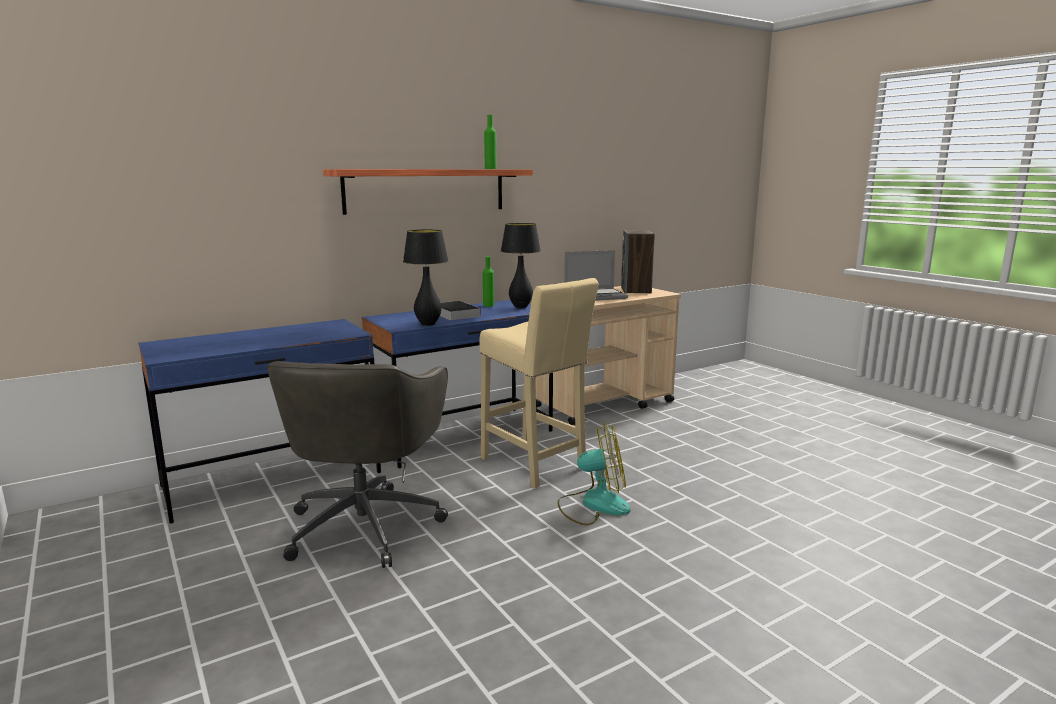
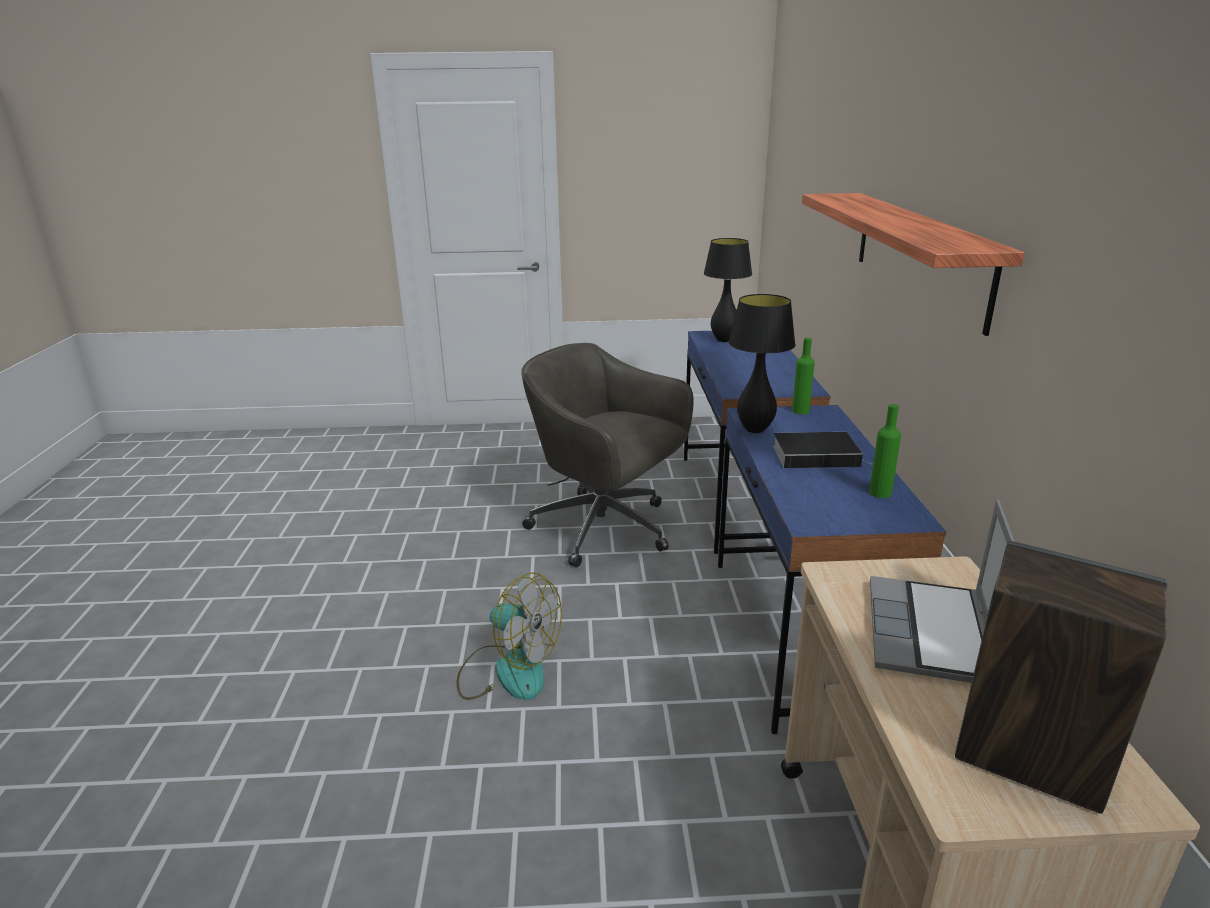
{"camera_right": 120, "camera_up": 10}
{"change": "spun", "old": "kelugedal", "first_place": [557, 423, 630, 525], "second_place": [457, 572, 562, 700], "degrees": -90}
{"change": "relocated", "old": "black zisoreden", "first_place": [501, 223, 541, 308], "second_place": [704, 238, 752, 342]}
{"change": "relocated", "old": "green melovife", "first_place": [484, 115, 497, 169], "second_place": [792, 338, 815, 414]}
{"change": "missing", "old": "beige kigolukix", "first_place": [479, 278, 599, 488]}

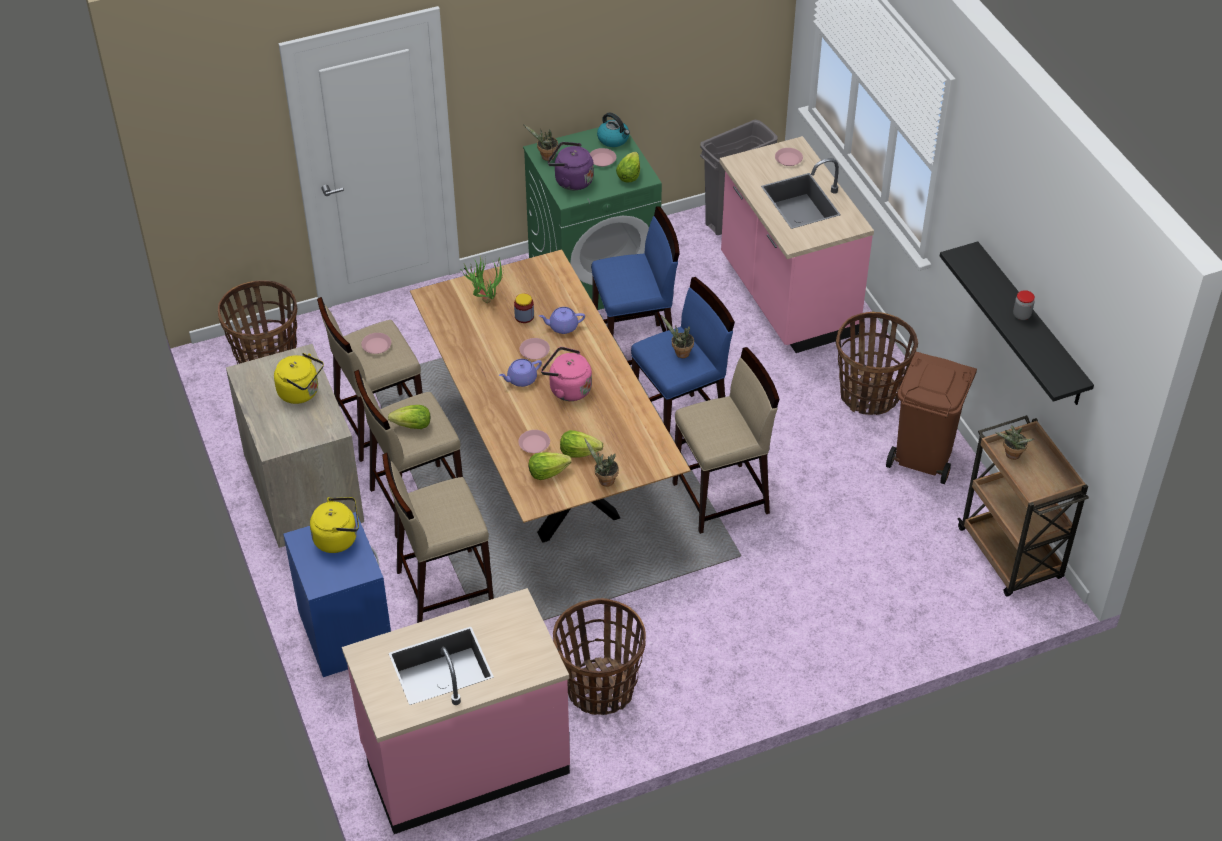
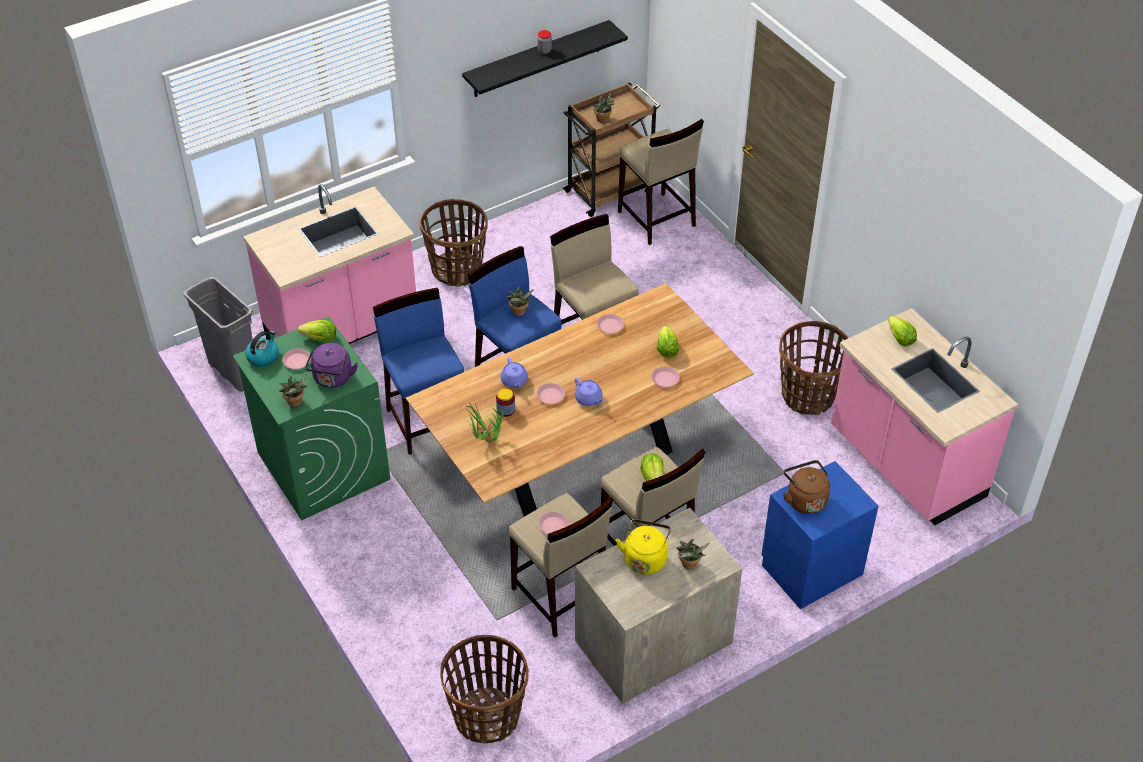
{"camera_right": -100, "camera_up": 0}
{"change": "relocated", "old": "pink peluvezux", "first_place": [775, 148, 803, 166], "second_place": [597, 314, 624, 333]}
{"change": "relocated", "old": "beige kigolukix", "first_place": [382, 453, 494, 623], "second_place": [618, 119, 704, 245]}
{"change": "relocated", "old": "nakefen", "first_place": [585, 439, 619, 487], "second_place": [676, 539, 709, 569]}
{"change": "colour", "old": "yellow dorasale", "new": "brown dorasale", "first_place": [310, 497, 359, 553], "second_place": [783, 460, 830, 514]}
{"change": "relocated", "old": "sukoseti", "first_place": [528, 452, 572, 480], "second_place": [888, 316, 917, 346]}
{"change": "missing", "old": "pink dorasale", "first_place": [541, 347, 592, 401]}
{"change": "missing", "old": "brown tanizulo", "first_place": [886, 352, 977, 484]}

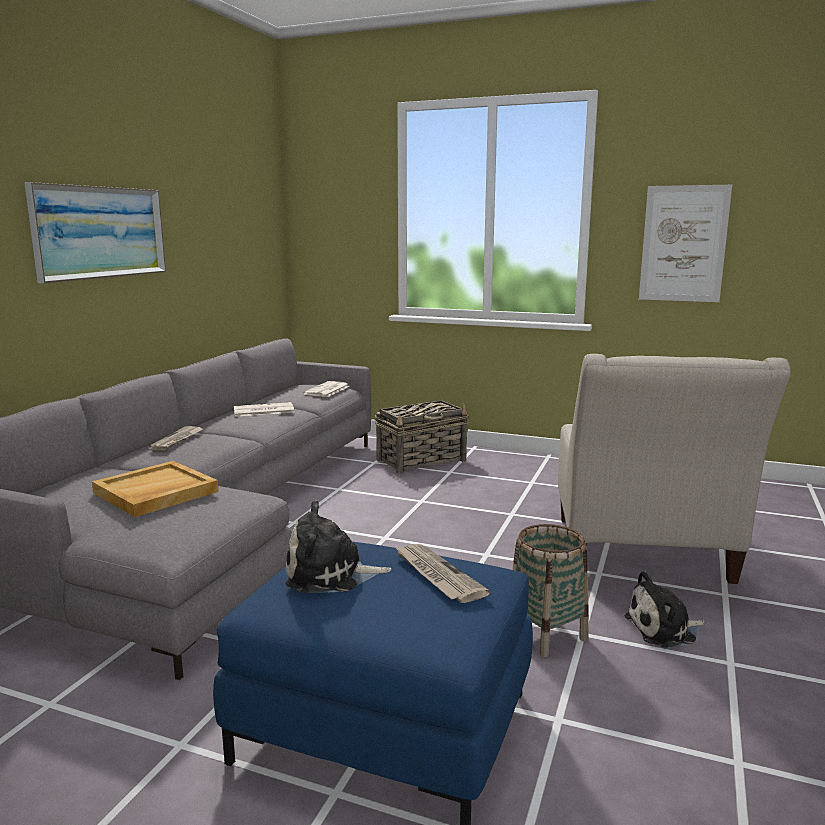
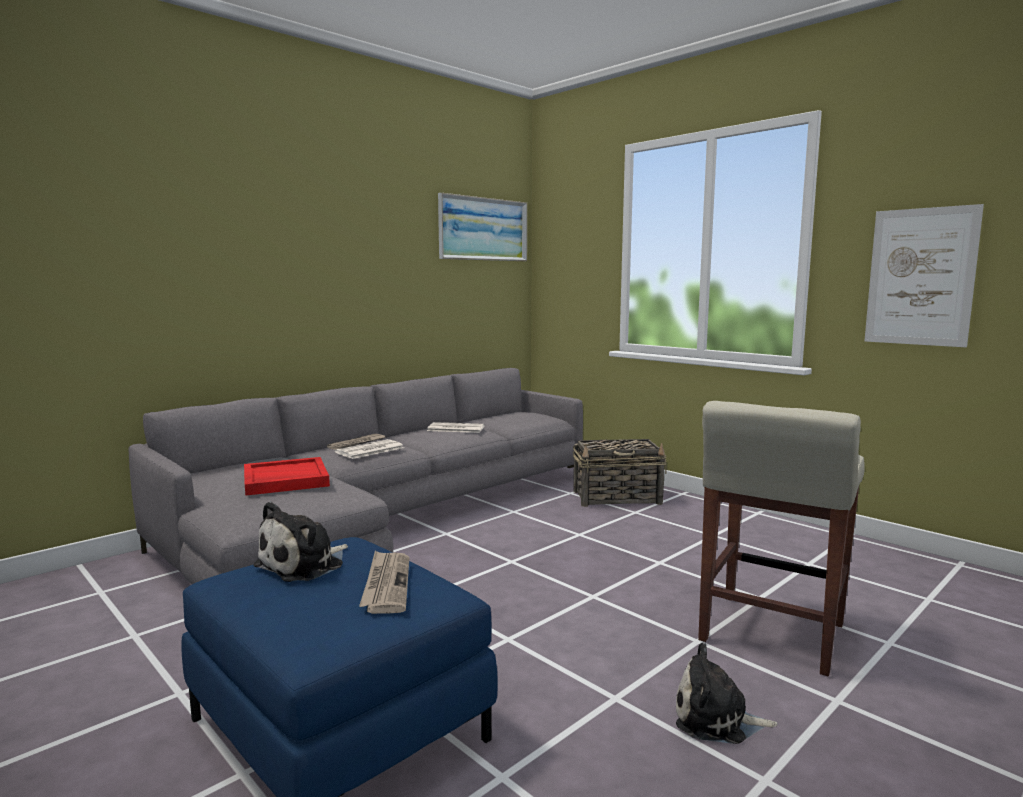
{"camera_right": 25, "camera_up": -5}
{"change": "colour", "old": "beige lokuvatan", "new": "red lokuvatan", "first_place": [92, 461, 219, 517], "second_place": [244, 457, 330, 496]}
{"change": "spun", "old": "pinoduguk", "first_place": [285, 500, 392, 593], "second_place": [253, 501, 348, 582], "degrees": -75}
{"change": "relocated", "old": "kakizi", "first_place": [303, 381, 350, 397], "second_place": [335, 439, 404, 459]}
{"change": "relocated", "old": "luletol", "first_place": [24, 182, 166, 283], "second_place": [438, 193, 527, 261]}
{"change": "exchanged", "old": "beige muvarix", "new": "beige kigolukix", "first_place": [558, 354, 790, 584], "second_place": [698, 401, 865, 676]}
{"change": "missing", "old": "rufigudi", "first_place": [512, 524, 589, 657]}

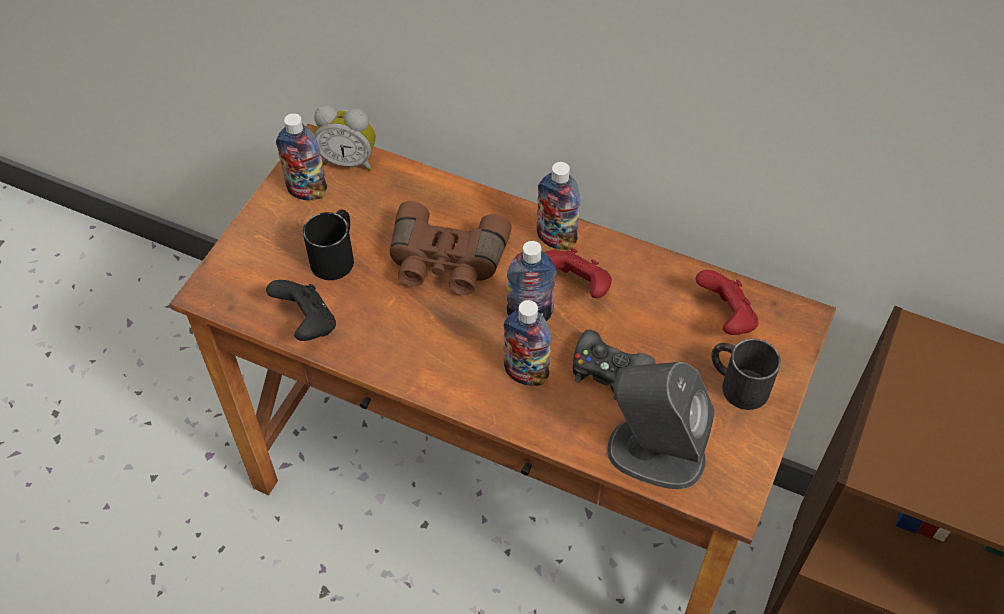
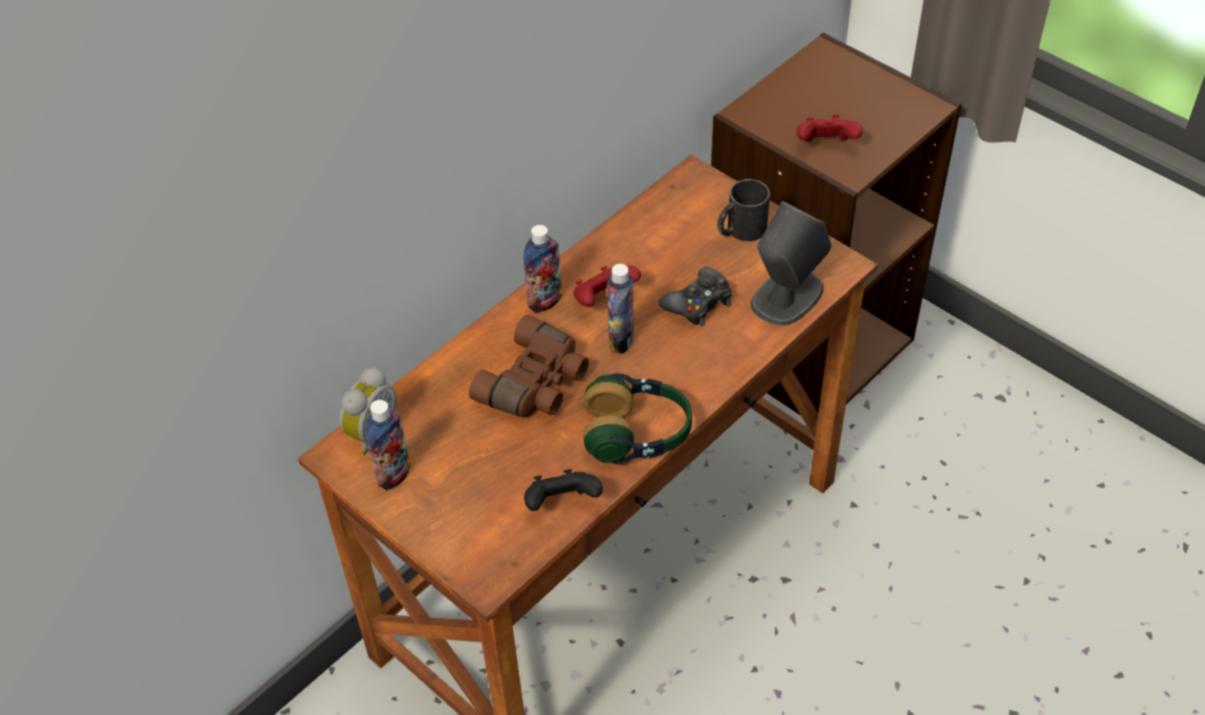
{"camera_right": -70, "camera_up": -5}
{"change": "appeared", "new": "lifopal", "second_place": [583, 373, 692, 464]}
{"change": "relocated", "old": "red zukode", "first_place": [696, 270, 758, 335], "second_place": [797, 114, 863, 142]}
{"change": "missing", "old": "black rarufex", "first_place": [303, 209, 354, 280]}
{"change": "missing", "old": "melovife", "first_place": [503, 300, 551, 386]}

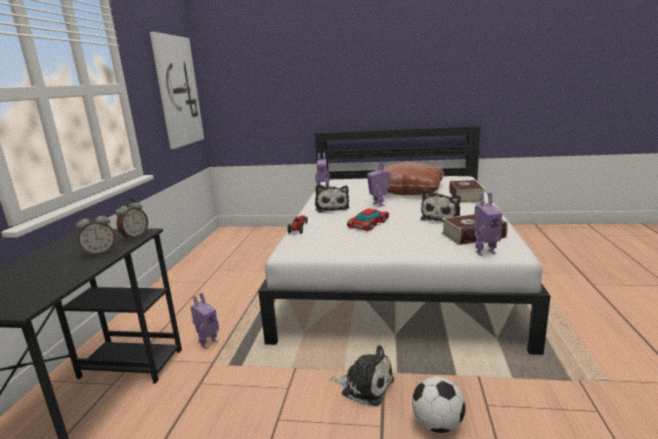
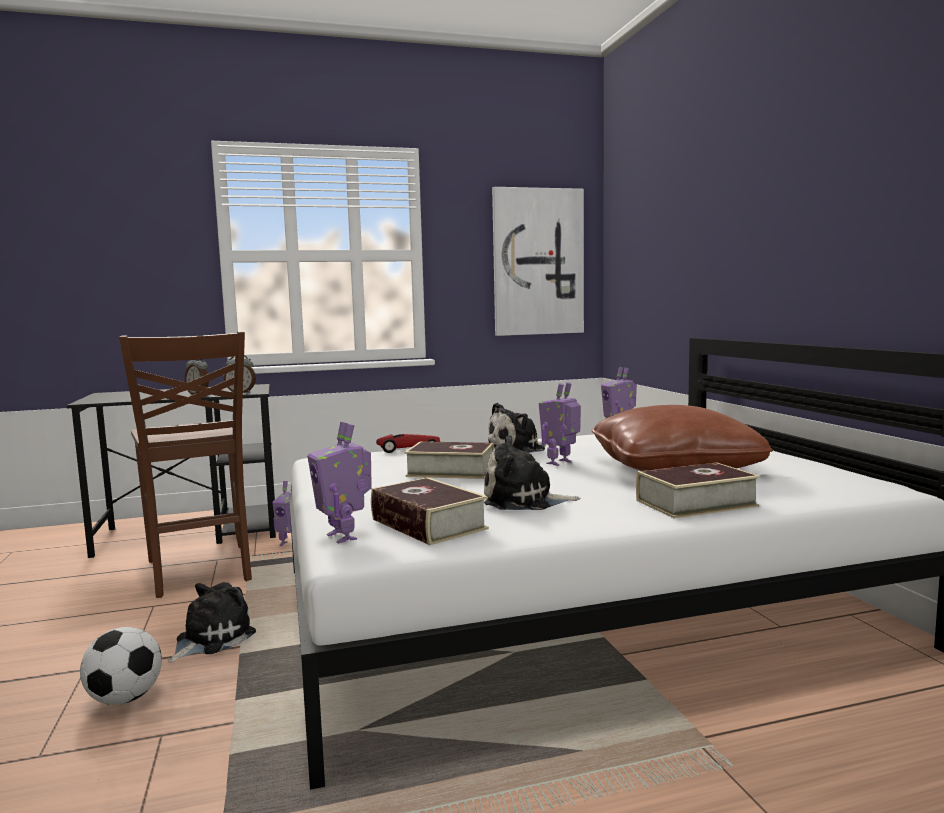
{"camera_right": 65, "camera_up": -10}
{"change": "appeared", "new": "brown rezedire", "second_place": [119, 331, 252, 598]}
{"change": "spun", "old": "pinoduguk", "first_place": [330, 345, 394, 406], "second_place": [168, 582, 256, 663], "degrees": -150}
{"change": "exchanged", "old": "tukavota", "new": "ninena", "first_place": [347, 209, 389, 231], "second_place": [405, 441, 494, 479]}

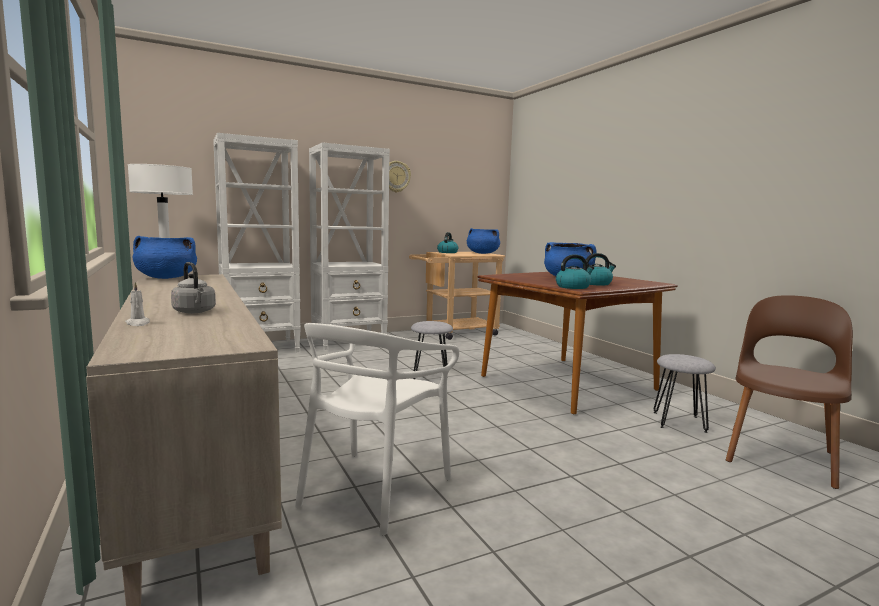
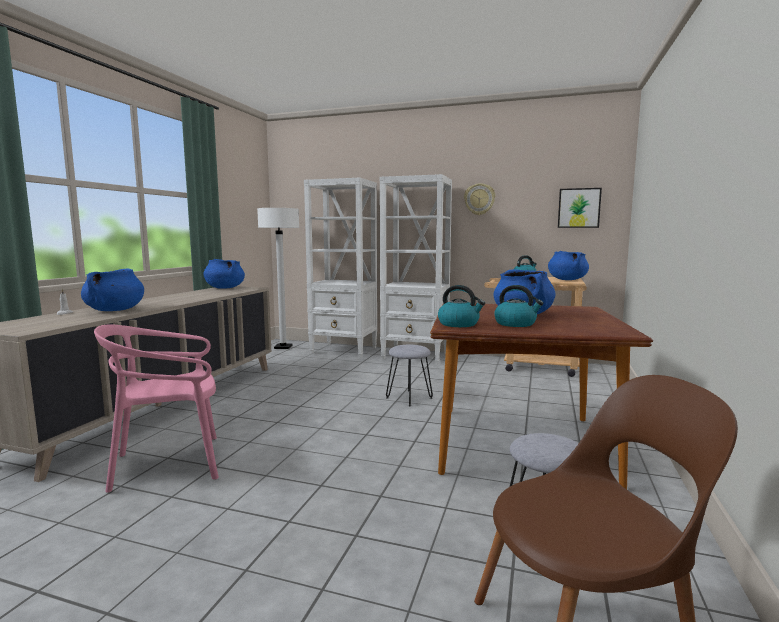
{"camera_right": 45, "camera_up": 0}
{"change": "exchanged", "old": "grey dorasale", "new": "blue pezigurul", "first_place": [171, 262, 216, 313], "second_place": [81, 268, 144, 311]}
{"change": "colour", "old": "white rezedire", "new": "pink rezedire", "first_place": [295, 323, 459, 535], "second_place": [94, 324, 219, 493]}
{"change": "appeared", "new": "luletol", "second_place": [558, 188, 602, 228]}

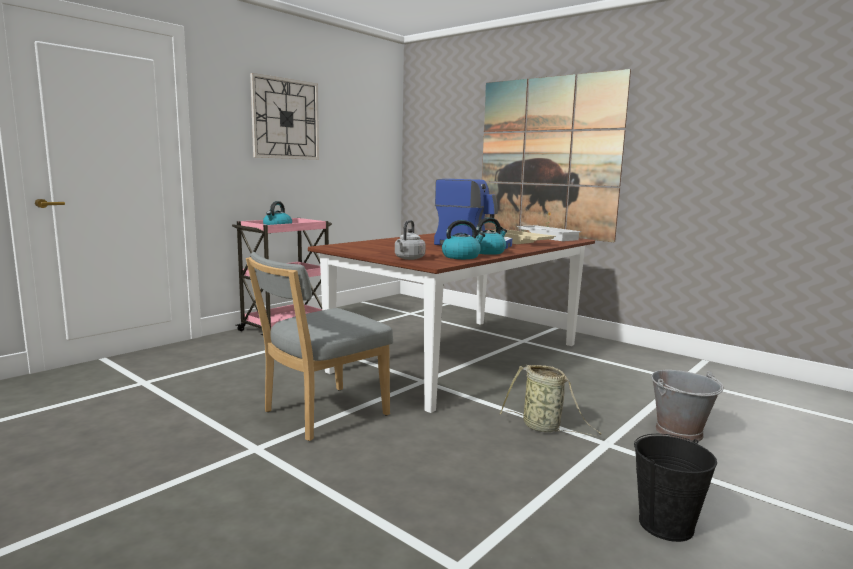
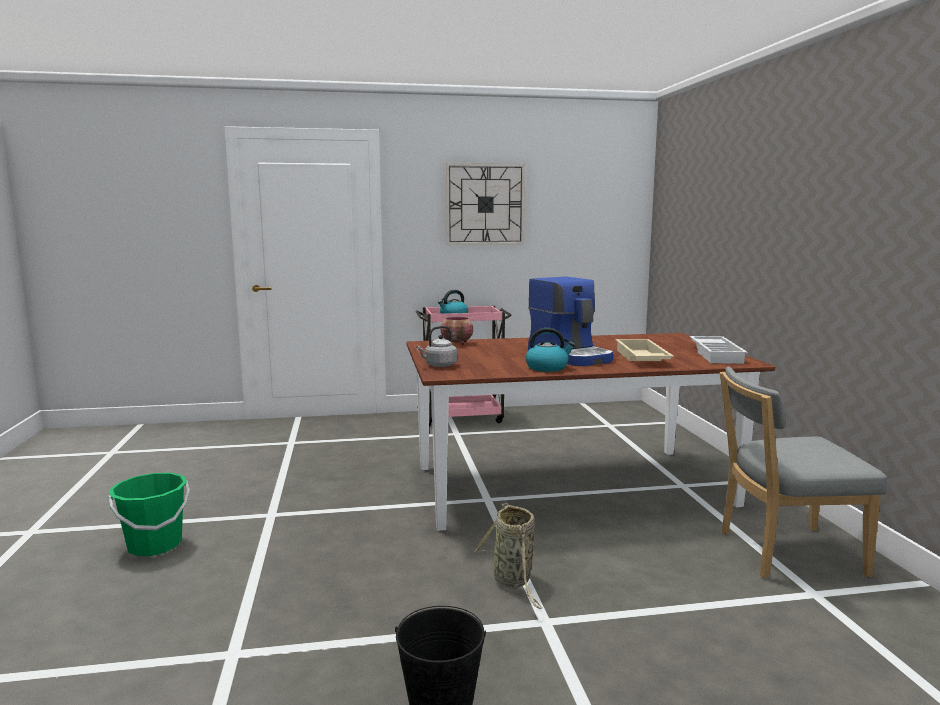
{"camera_right": 40, "camera_up": 0}
{"change": "appeared", "new": "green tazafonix", "second_place": [108, 473, 189, 556]}
{"change": "appeared", "new": "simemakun", "second_place": [440, 317, 473, 345]}
{"change": "relocated", "old": "grey rezedire", "first_place": [246, 252, 393, 441], "second_place": [720, 366, 887, 579]}
{"change": "missing", "old": "dorasale", "first_place": [442, 220, 485, 259]}
{"change": "missing", "old": "luletol", "first_place": [482, 69, 631, 242]}
{"change": "missing", "old": "grey tazafonix", "first_place": [651, 370, 724, 442]}

